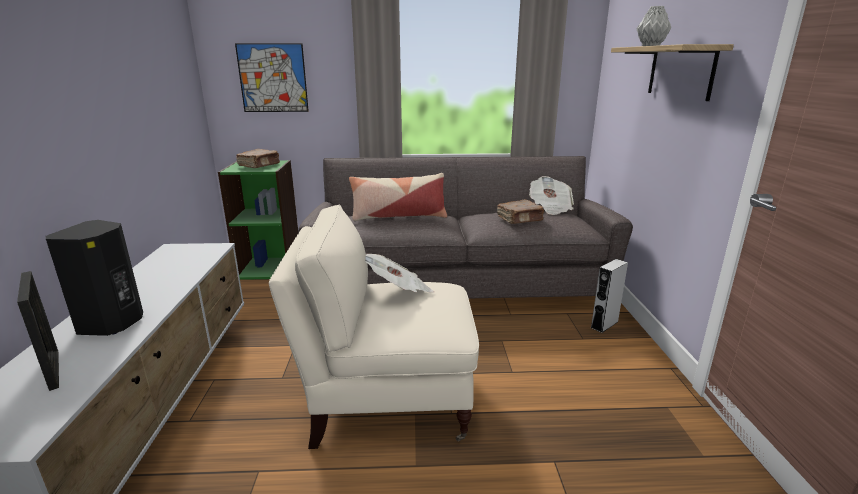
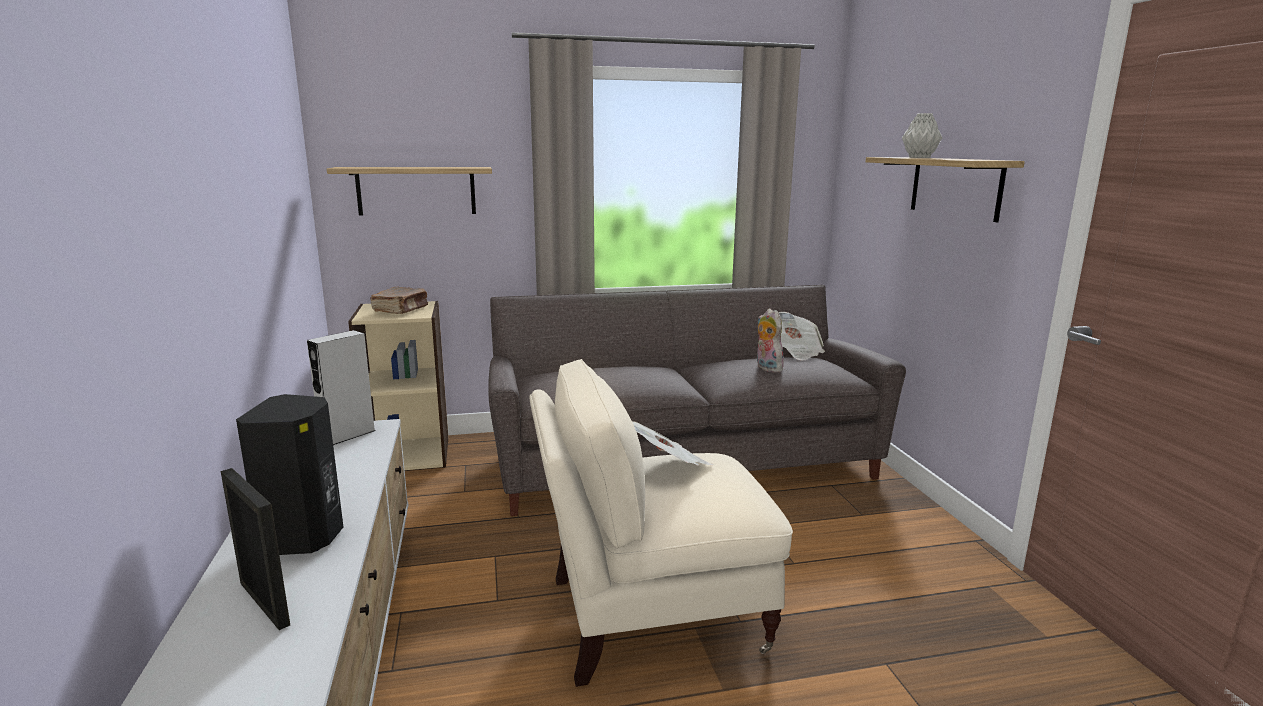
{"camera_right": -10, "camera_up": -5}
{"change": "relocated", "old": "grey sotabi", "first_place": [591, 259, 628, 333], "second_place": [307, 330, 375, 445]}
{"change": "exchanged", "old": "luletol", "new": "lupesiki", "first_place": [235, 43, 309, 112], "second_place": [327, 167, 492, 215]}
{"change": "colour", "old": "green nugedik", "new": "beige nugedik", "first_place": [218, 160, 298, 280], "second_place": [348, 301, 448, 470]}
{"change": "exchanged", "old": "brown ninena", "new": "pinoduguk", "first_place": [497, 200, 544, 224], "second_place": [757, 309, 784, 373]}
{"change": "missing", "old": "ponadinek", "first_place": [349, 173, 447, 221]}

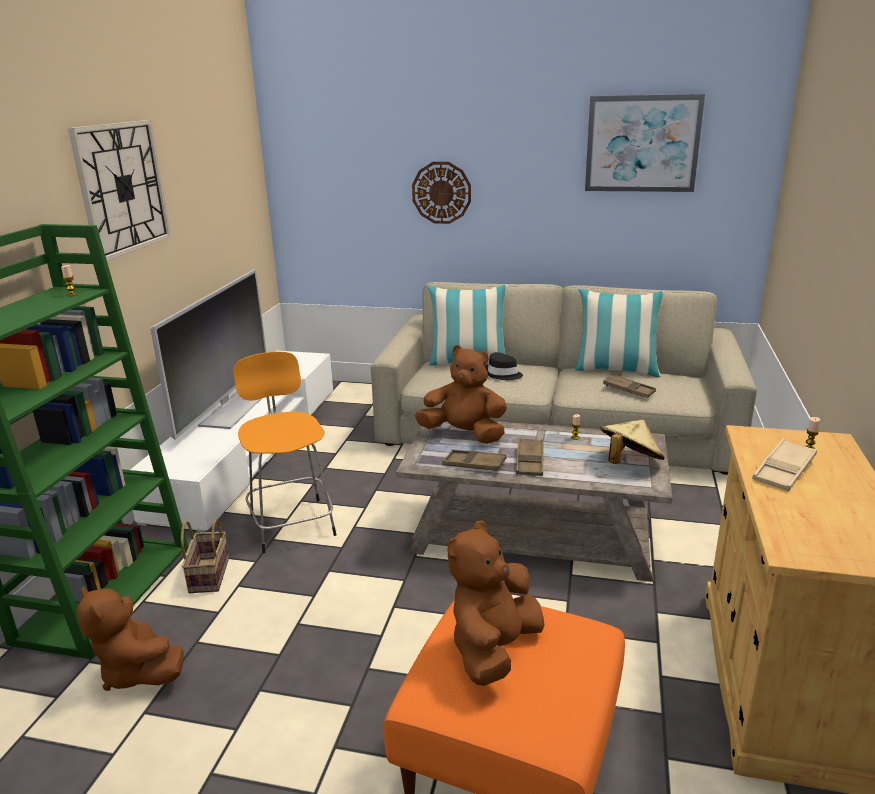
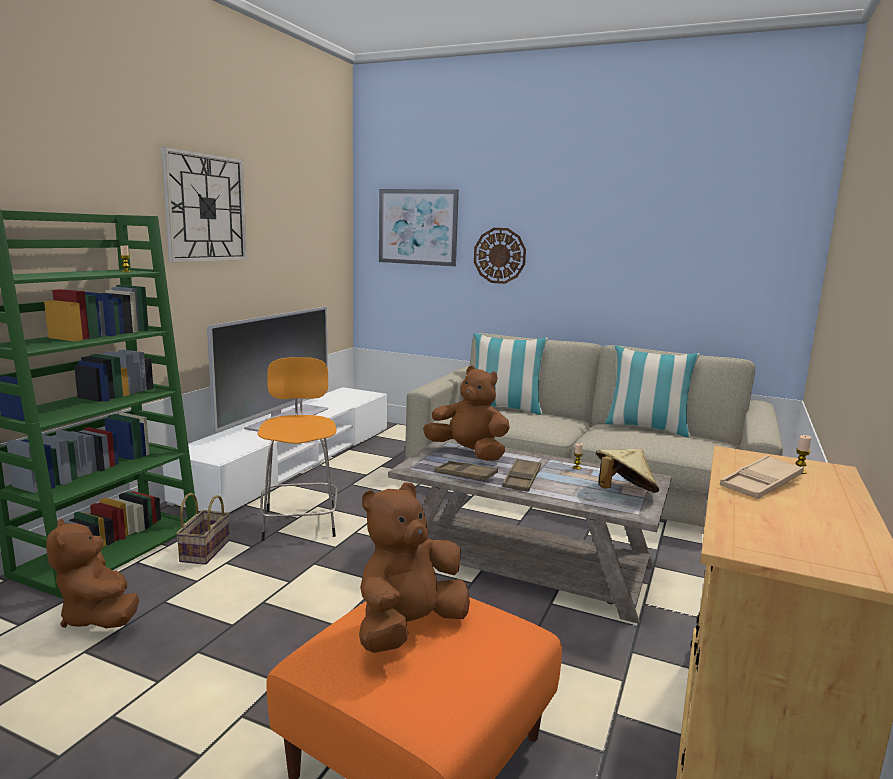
{"camera_right": 10, "camera_up": -10}
{"change": "relocated", "old": "luletol", "first_place": [585, 94, 705, 192], "second_place": [379, 189, 459, 266]}
{"change": "missing", "old": "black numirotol", "first_place": [485, 352, 523, 380]}
{"change": "missing", "old": "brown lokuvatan", "first_place": [603, 374, 656, 398]}

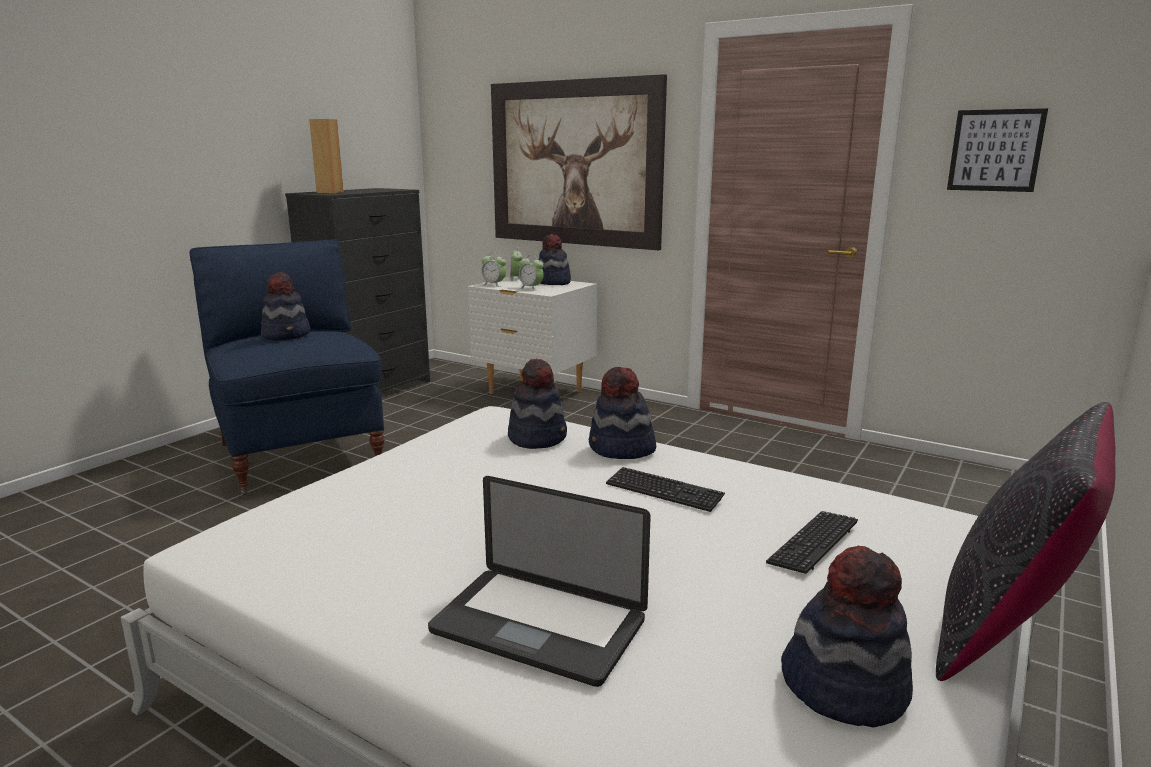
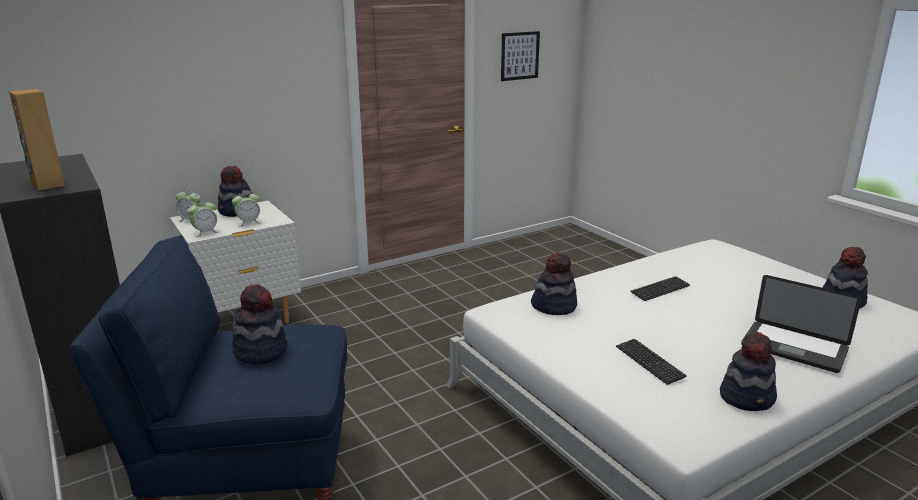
{"camera_right": -65, "camera_up": 5}
{"change": "relocated", "old": "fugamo", "first_place": [766, 511, 858, 574], "second_place": [616, 339, 687, 385]}
{"change": "relocated", "old": "numirotol", "first_place": [589, 367, 656, 459], "second_place": [720, 332, 777, 411]}
{"change": "spun", "old": "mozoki", "first_place": [428, 476, 651, 687], "second_place": [741, 275, 862, 373], "degrees": 75}
{"change": "missing", "old": "luletol", "first_place": [491, 74, 667, 250]}
{"change": "missing", "old": "black ponadinek", "first_place": [936, 402, 1116, 681]}

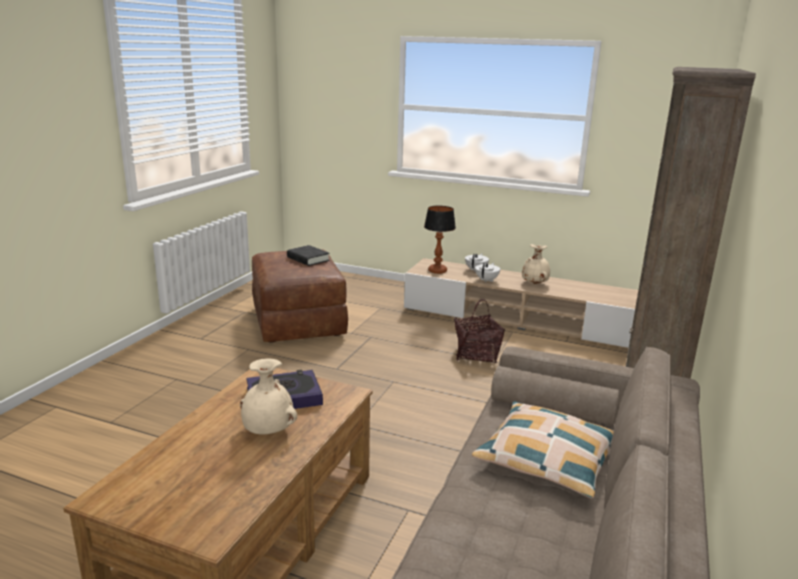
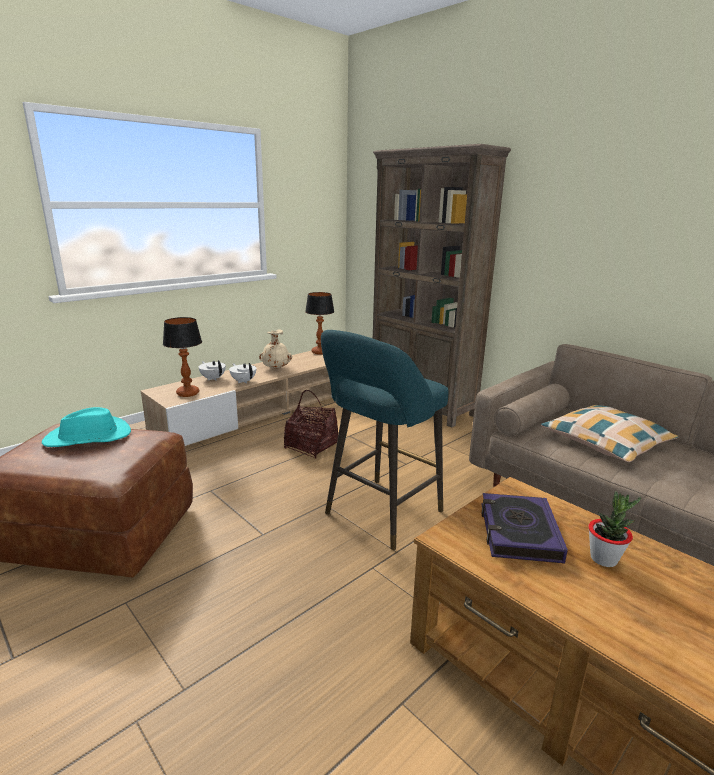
{"camera_right": -65, "camera_up": 0}
{"change": "exchanged", "old": "black ninena", "new": "turquoise numirotol", "first_place": [287, 245, 330, 266], "second_place": [42, 407, 131, 447]}
{"change": "appeared", "new": "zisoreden", "second_place": [305, 292, 334, 355]}
{"change": "appeared", "new": "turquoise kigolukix", "second_place": [321, 330, 449, 550]}
{"change": "exchanged", "old": "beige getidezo", "new": "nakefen", "first_place": [240, 358, 297, 435], "second_place": [588, 491, 641, 567]}

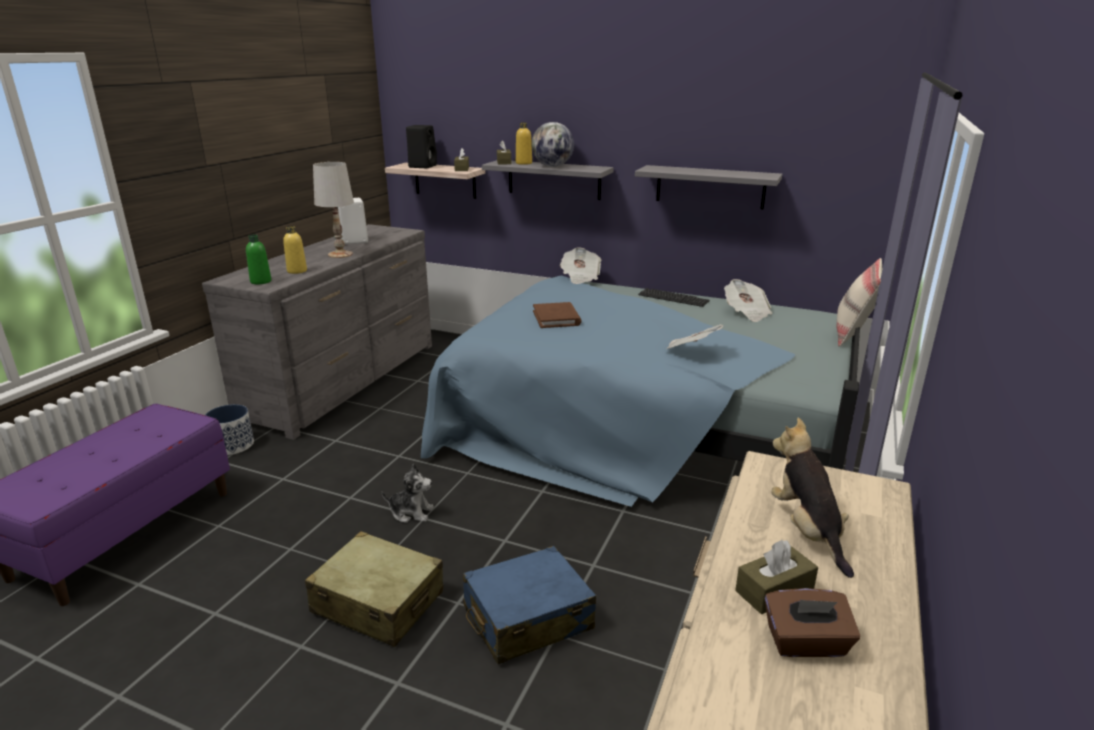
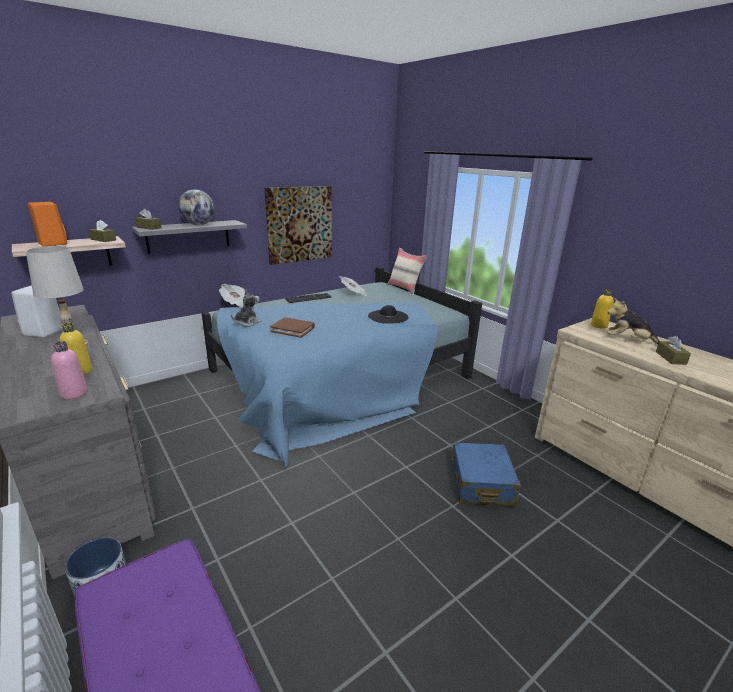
{"camera_right": -60, "camera_up": 0}
{"change": "colour", "old": "black sotabi", "new": "orange sotabi", "first_place": [406, 125, 437, 168], "second_place": [28, 202, 67, 246]}
{"change": "colour", "old": "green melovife", "new": "pink melovife", "first_place": [246, 235, 271, 284], "second_place": [51, 341, 88, 400]}
{"change": "relocated", "old": "pinoduguk", "first_place": [382, 464, 434, 523], "second_place": [231, 290, 261, 327]}
{"change": "exchanged", "old": "grey lupesiki", "new": "luletol", "first_place": [635, 165, 782, 210], "second_place": [265, 186, 332, 265]}
{"change": "exchanged", "old": "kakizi", "new": "black numirotol", "first_place": [667, 324, 723, 349], "second_place": [368, 305, 408, 324]}
{"change": "relocated", "old": "yellow melovife", "first_place": [516, 122, 532, 165], "second_place": [591, 289, 614, 329]}
{"change": "missing", "old": "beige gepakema", "first_place": [305, 531, 443, 647]}
{"change": "missing", "old": "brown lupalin", "first_place": [765, 588, 860, 657]}

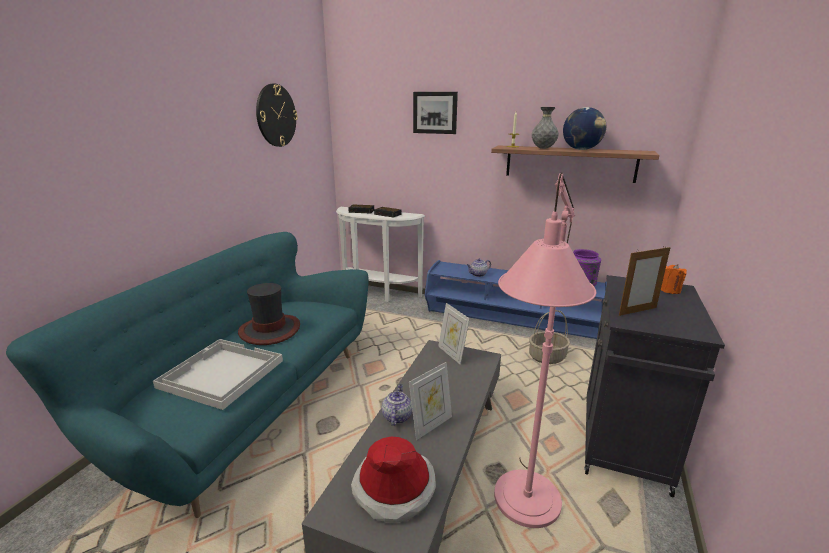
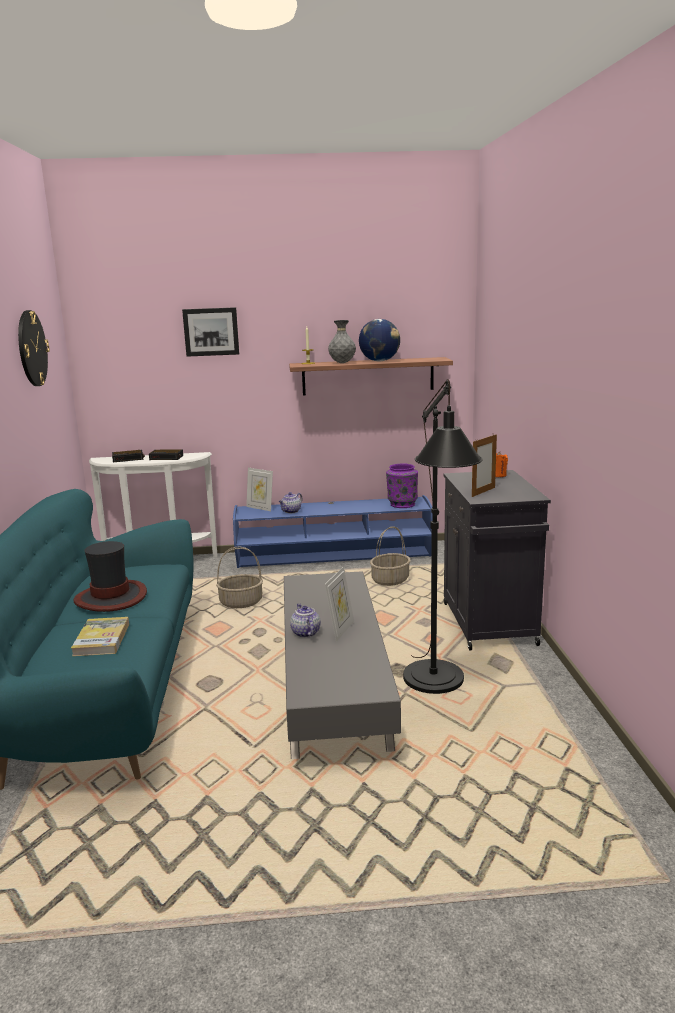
{"camera_right": -25, "camera_up": -5}
{"change": "exchanged", "old": "white lokuvatan", "new": "ninena", "first_place": [153, 339, 283, 410], "second_place": [71, 617, 129, 656]}
{"change": "appeared", "new": "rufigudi", "second_place": [216, 546, 263, 608]}
{"change": "relocated", "old": "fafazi", "first_place": [438, 303, 470, 365], "second_place": [246, 468, 273, 511]}
{"change": "colour", "old": "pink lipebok", "new": "black lipebok", "first_place": [494, 172, 596, 528], "second_place": [403, 379, 483, 694]}
{"change": "missing", "old": "numirotol", "first_place": [351, 437, 436, 523]}

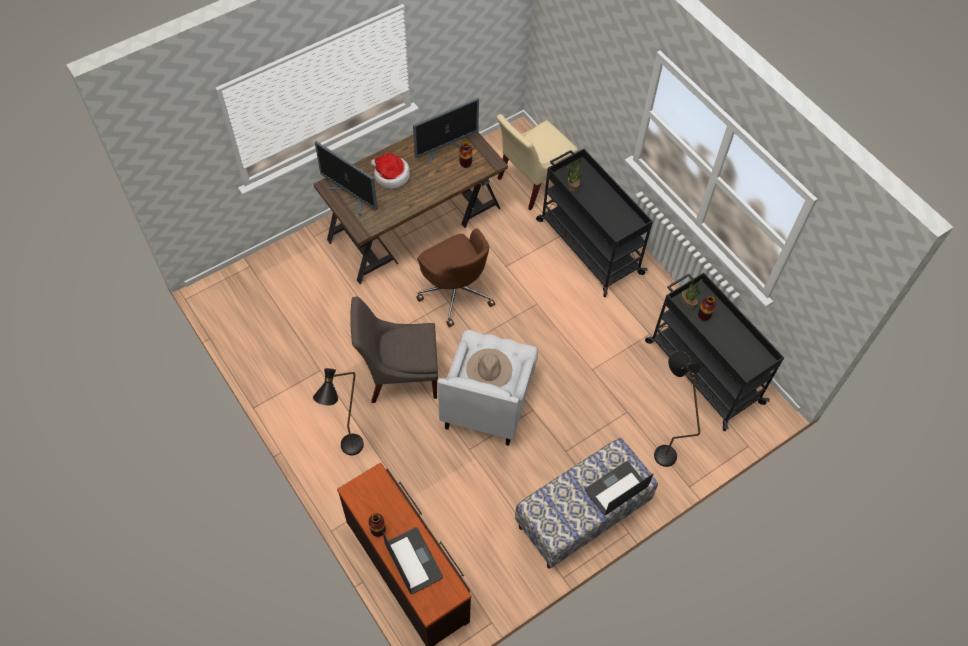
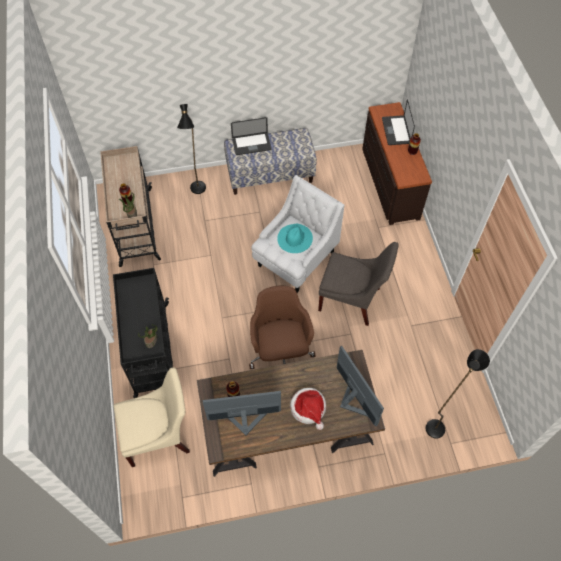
{"camera_right": -155, "camera_up": 0}
{"change": "colour", "old": "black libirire", "new": "beige libirire", "first_place": [645, 273, 784, 431], "second_place": [100, 146, 161, 267]}
{"change": "colour", "old": "beige numirotol", "new": "turquoise numirotol", "first_place": [466, 349, 512, 387], "second_place": [277, 224, 313, 253]}
{"change": "relocated", "old": "black lipebok", "first_place": [313, 368, 364, 455], "second_place": [426, 349, 490, 439]}

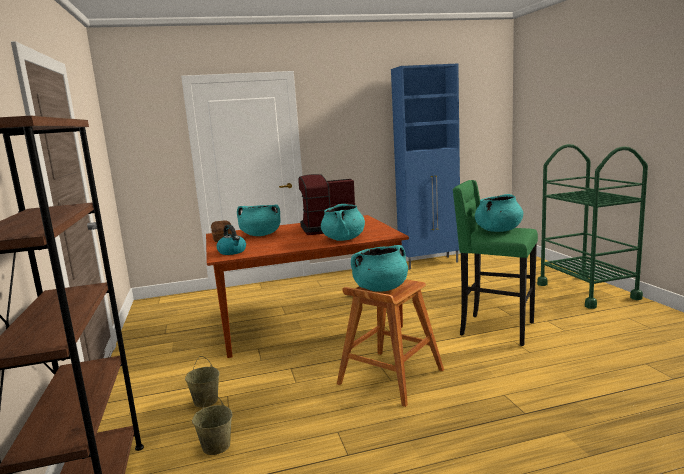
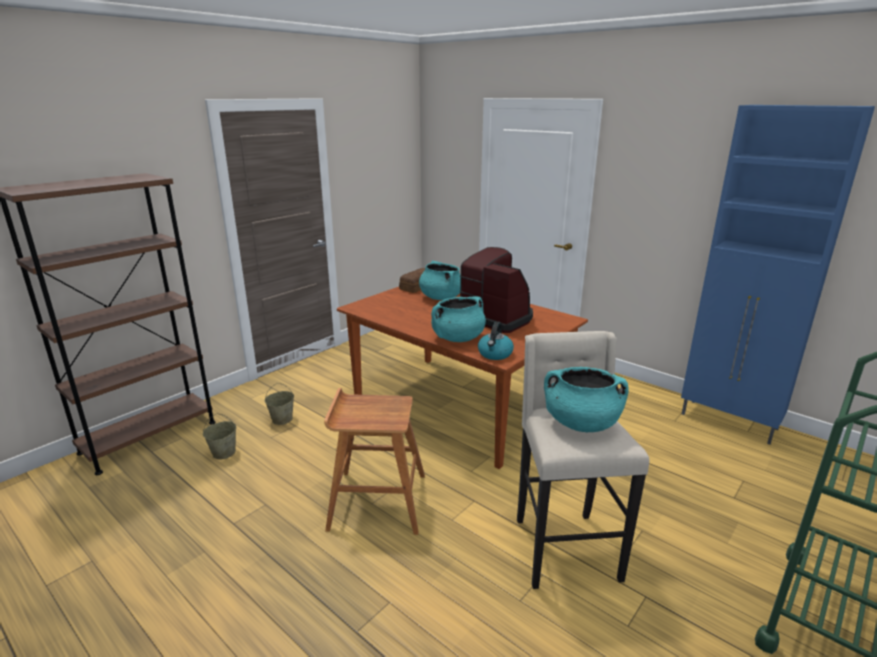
{"camera_right": 55, "camera_up": 10}
{"change": "relocated", "old": "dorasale", "first_place": [217, 225, 246, 255], "second_place": [478, 321, 514, 360]}
{"change": "colour", "old": "green kigolukix", "new": "beige kigolukix", "first_place": [452, 180, 538, 346], "second_place": [517, 331, 649, 589]}
{"change": "missing", "old": "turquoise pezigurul", "first_place": [351, 245, 408, 292]}

